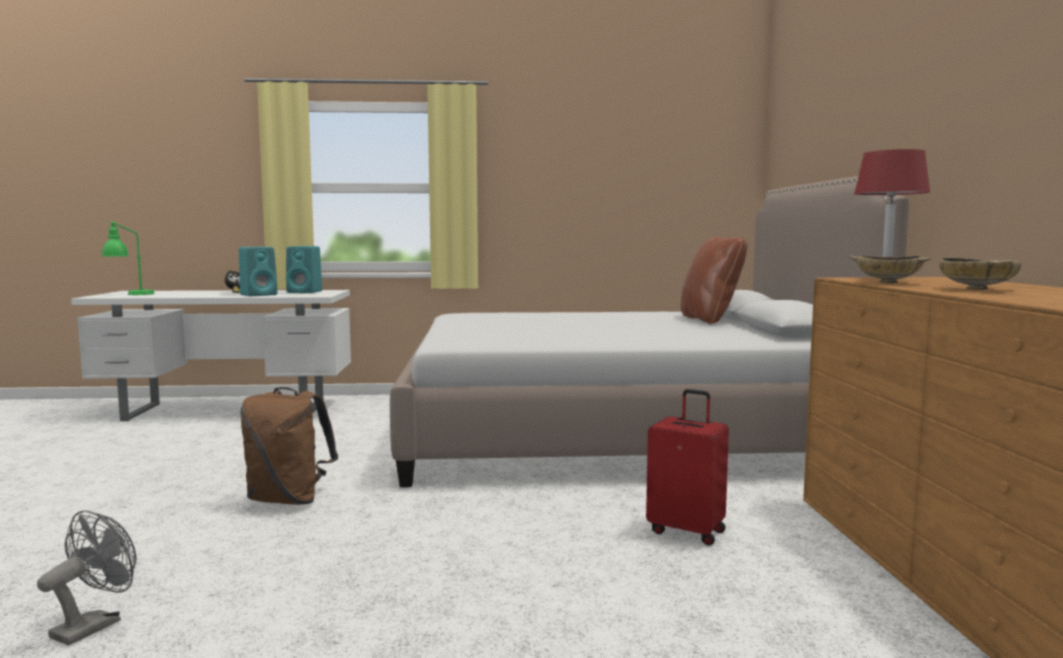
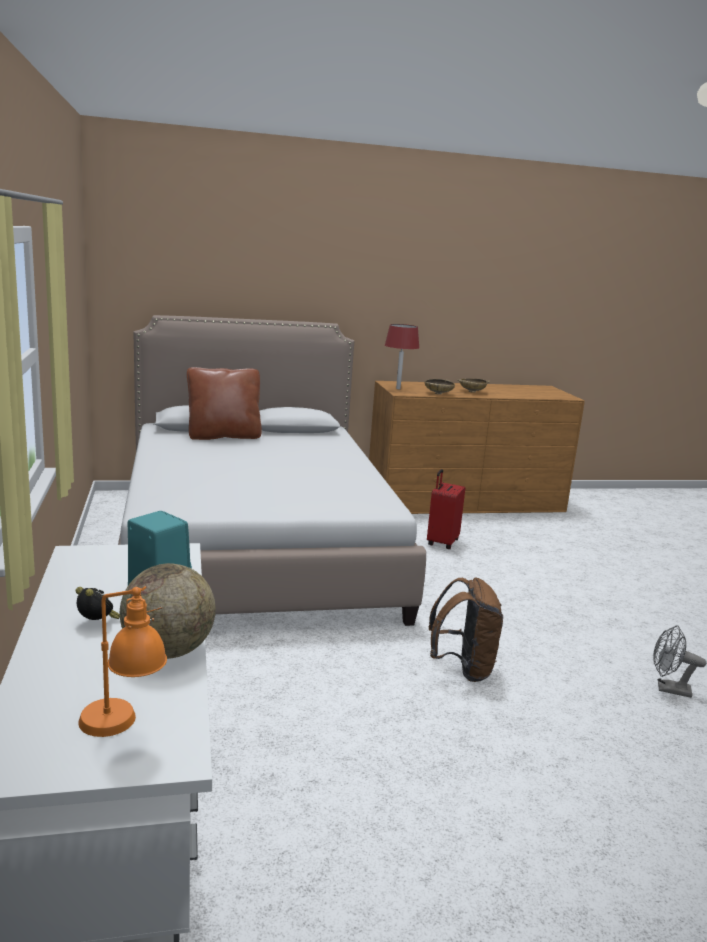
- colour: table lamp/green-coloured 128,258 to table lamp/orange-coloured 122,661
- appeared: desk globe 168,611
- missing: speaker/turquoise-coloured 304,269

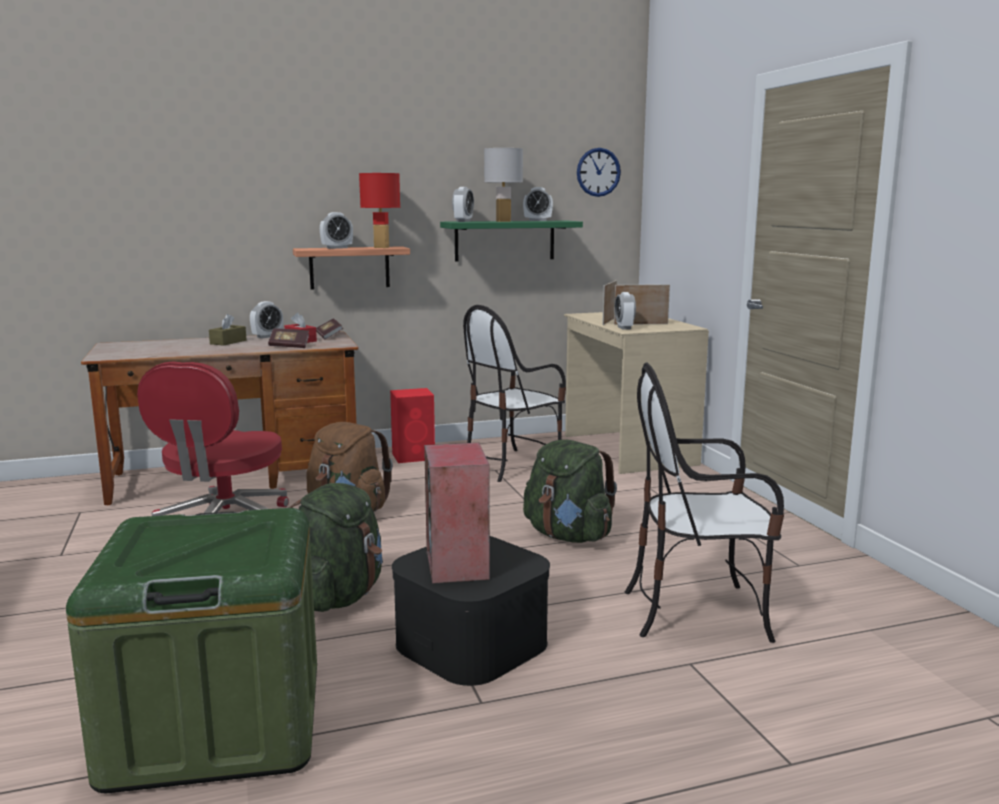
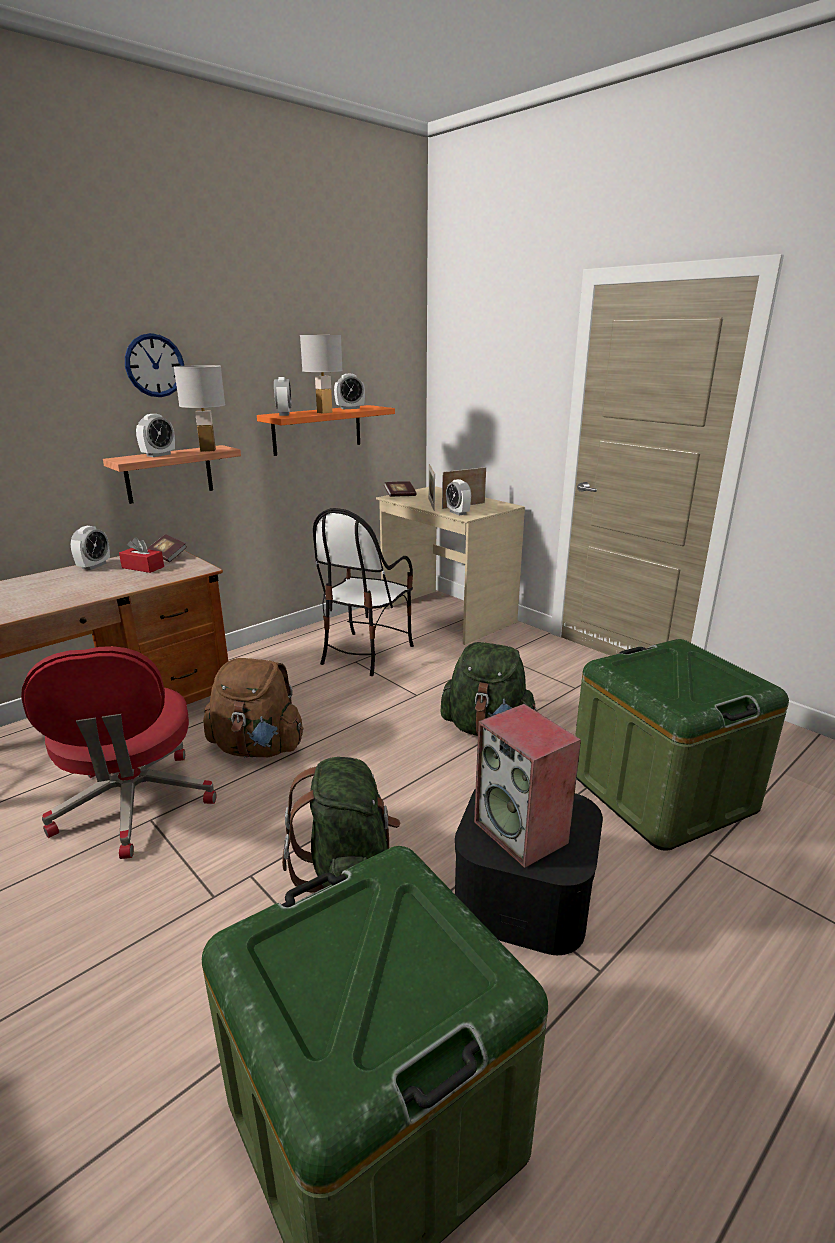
- relocated: hanging clock 599,172 to 154,365
- colour: table lamp/red-coloured 379,210 to table lamp/white-coloured 199,408
- colour: bracket shelf/green-coloured 511,241 to bracket shelf/orange-coloured 326,430
- relocated: book 288,338 to 400,489
- exchanged: plain chair 704,502 to storage container/green-coloured 682,745
- missing: tissue holder/brownish 227,330
- missing: speaker/red-coloured 412,425

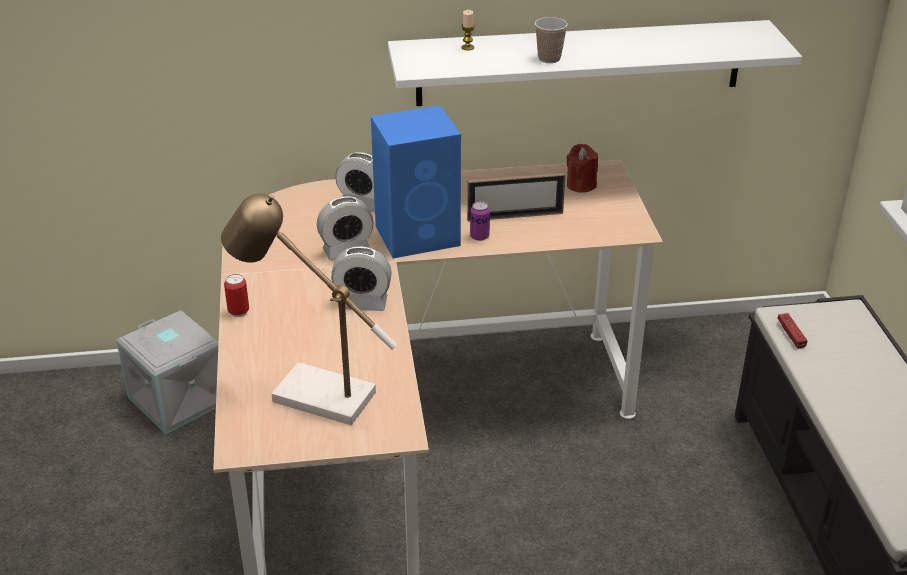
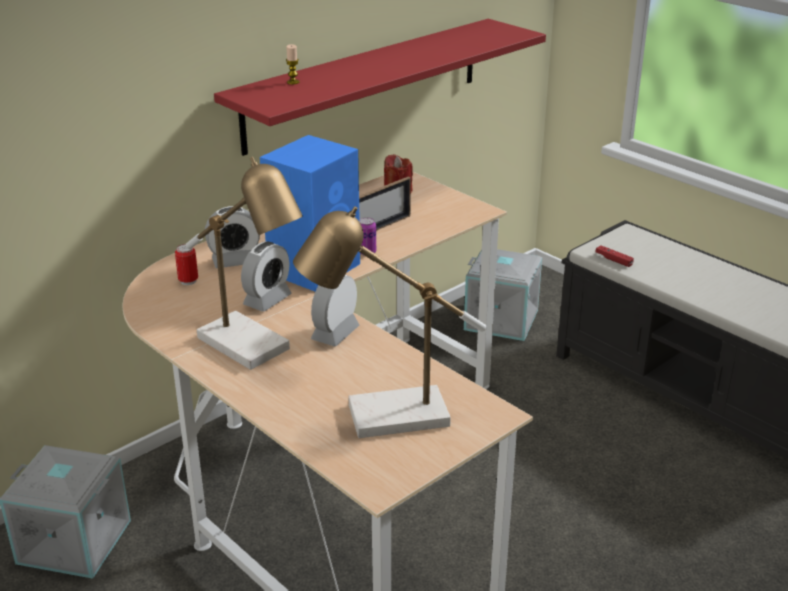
- relocated: sealed can 236,295 to 186,264
- appeared: table lamp 244,263
- colour: bracket shelf/white-coloured 595,63 to bracket shelf/red-coloured 380,87
- spun: bedside clock 361,278 = 335,310 150 degrees clockwise
- appeared: storage container/greyish 503,295
- missing: small cup 551,40

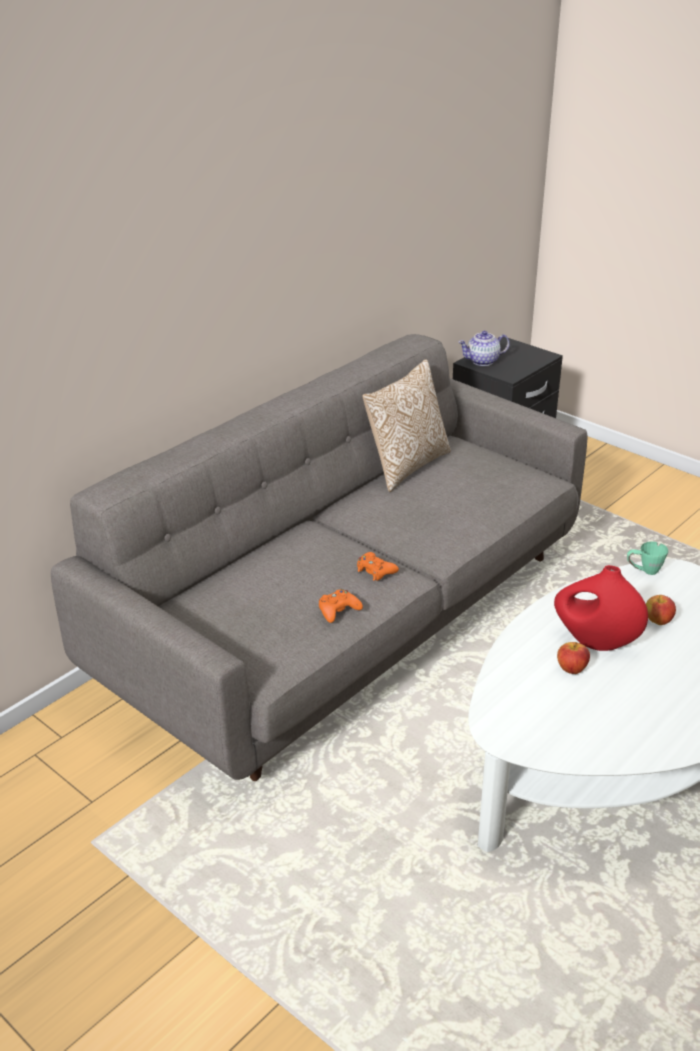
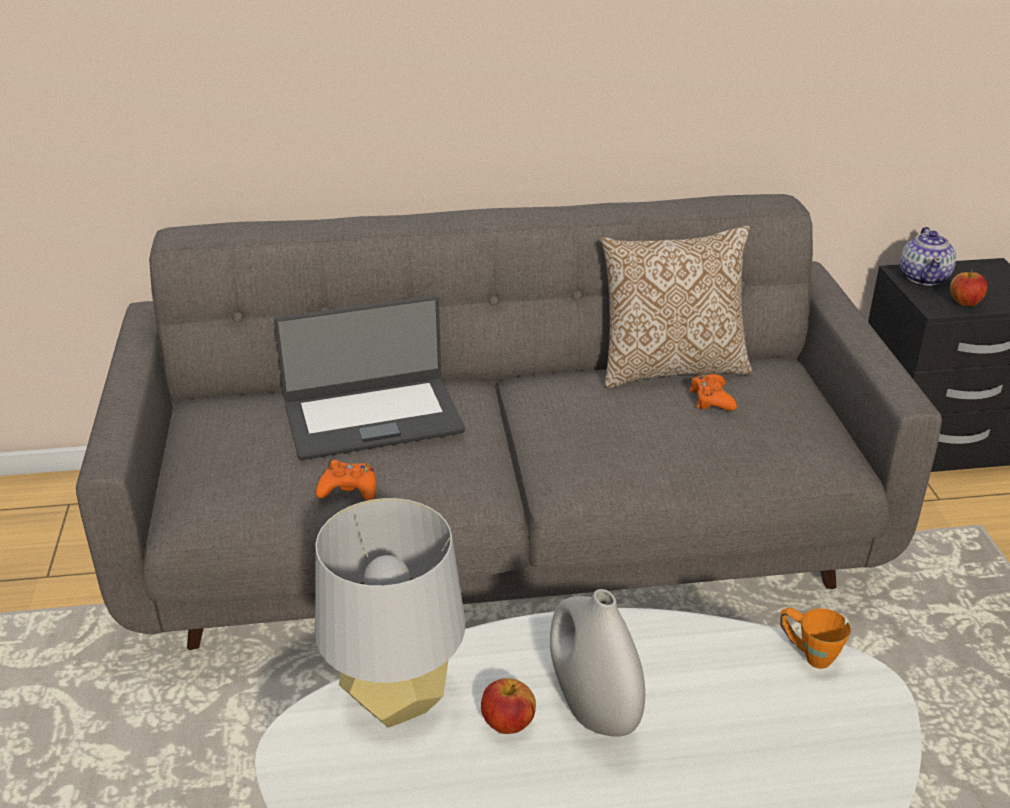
- appeared: portable computer 369,377
- appeared: table lamp/greyish 390,612
- colour: flower vase/red-coloured 601,608 to flower vase/white-coloured 597,663
- relocated: gamepad/orange-coloured 378,566 to 713,392
- colour: tea mug/green-coloured 647,558 to tea mug/orange-coloured 815,638
- spun: tea pot 484,348 = 928,256 105 degrees counterclockwise
- relocated: apple 661,610 to 968,288

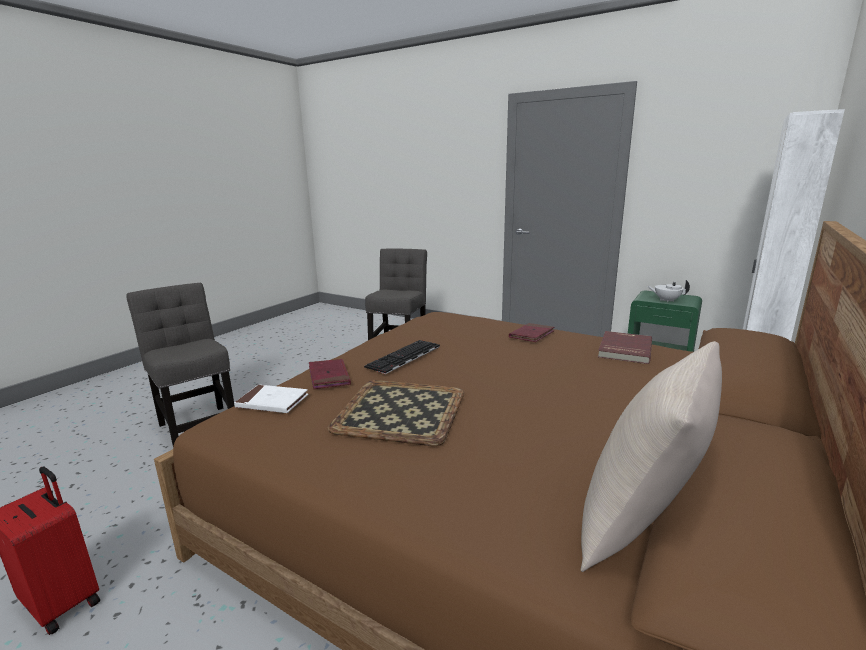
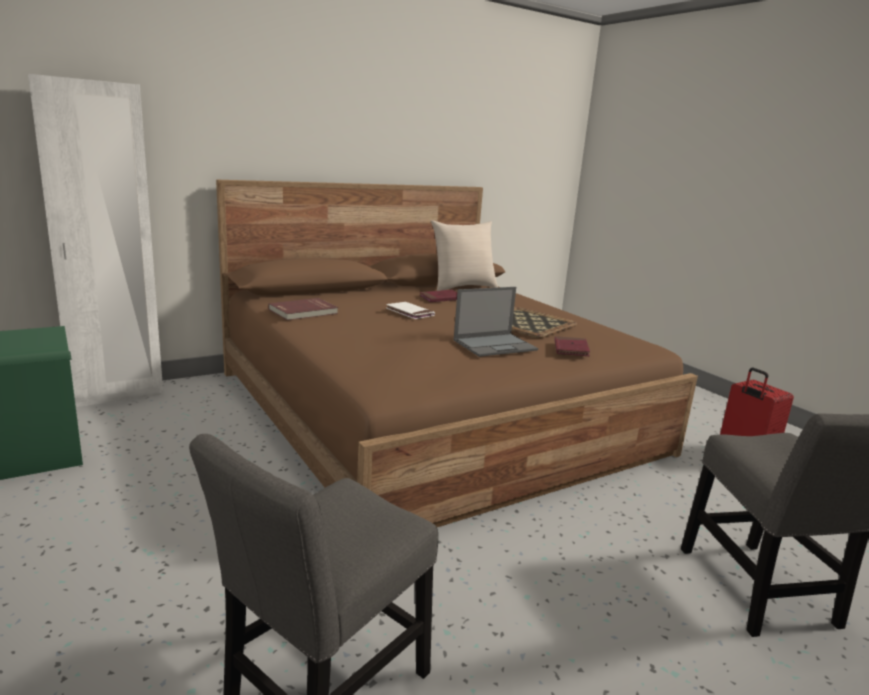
- relocated: book/white-coloured 271,399 to 410,310
- relocated: book/red-coloured 531,332 to 438,296
- exchanged: PC keyboard 402,357 to portable computer 495,322
- missing: tea pot/white-coloured 668,291

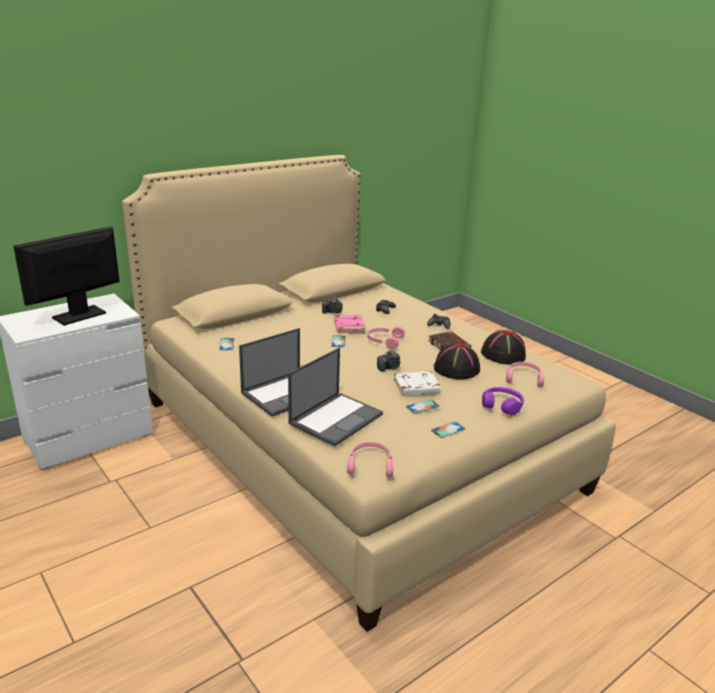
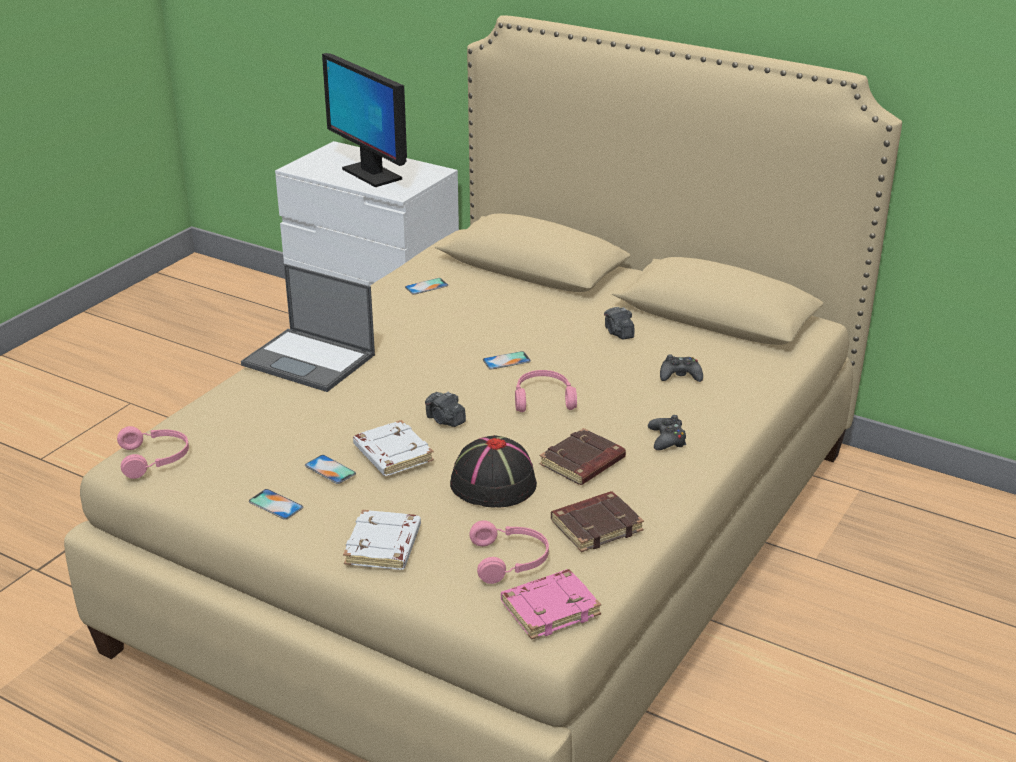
- spun: monitor 66,276 = 364,120 150 degrees counterclockwise
- exchanged: pair of headphones/purplish 503,401 to book/white-coloured 382,540
- relocated: book/pink-coloured 349,324 to 551,604
- exchanged: clothing hat/blackish 503,347 to book/brownish 597,521
- missing: portable computer 335,397

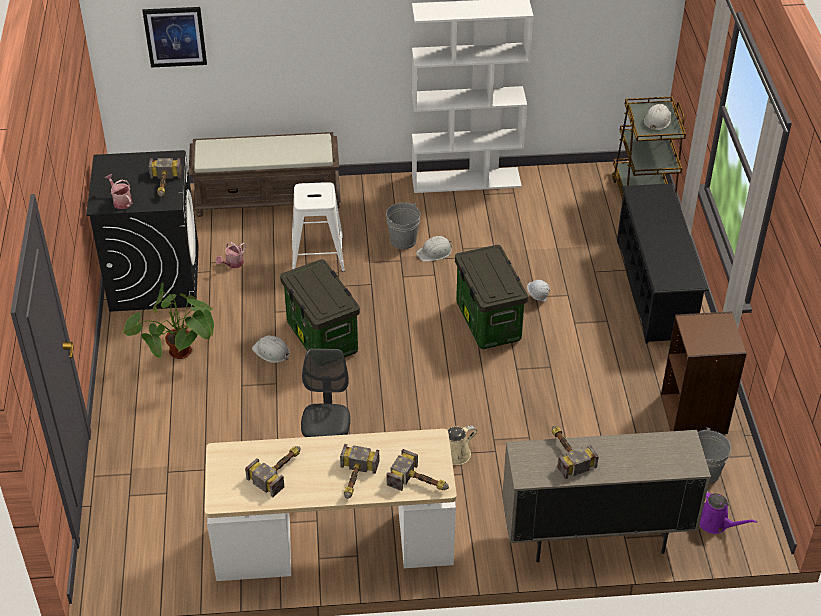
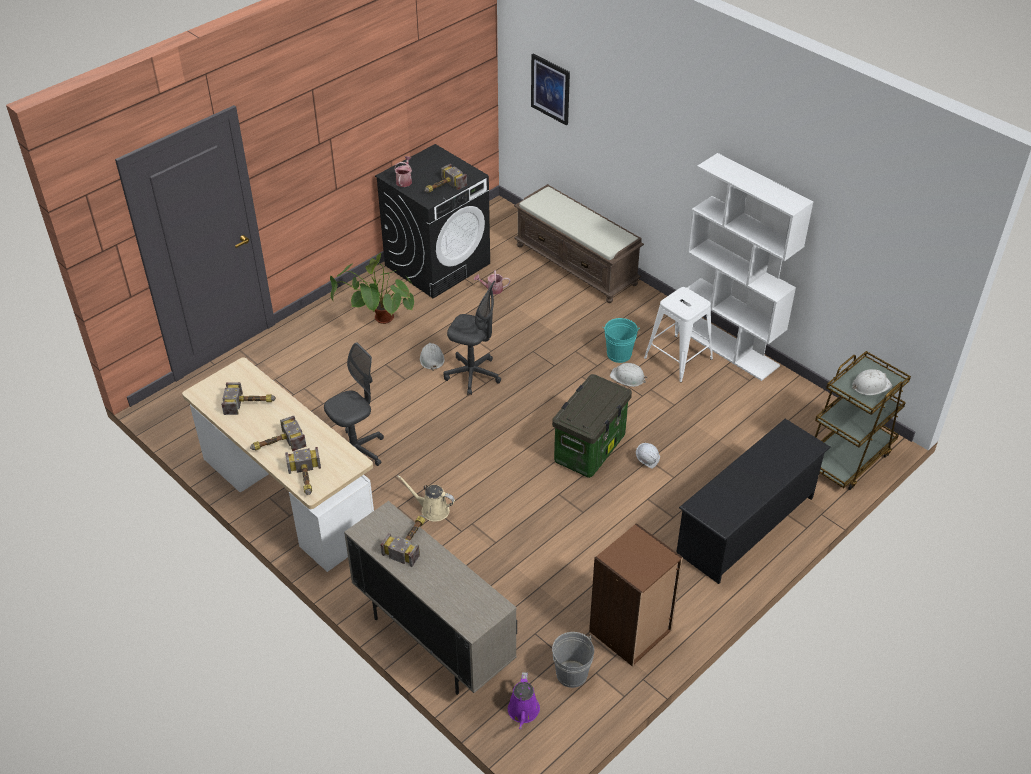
- exchanged: storage container 320,308 to office chair/greyish 472,338
- colour: pail/greyish 403,225 to pail/turquoise-coloured 621,340
- relocated: stool seat/white-coloured 318,226 to 678,334

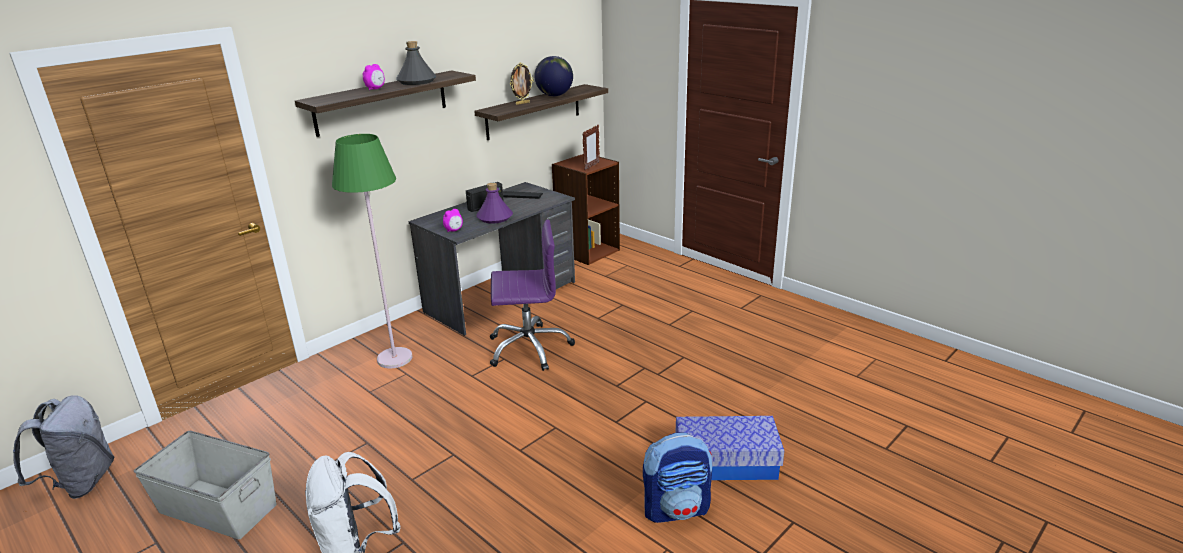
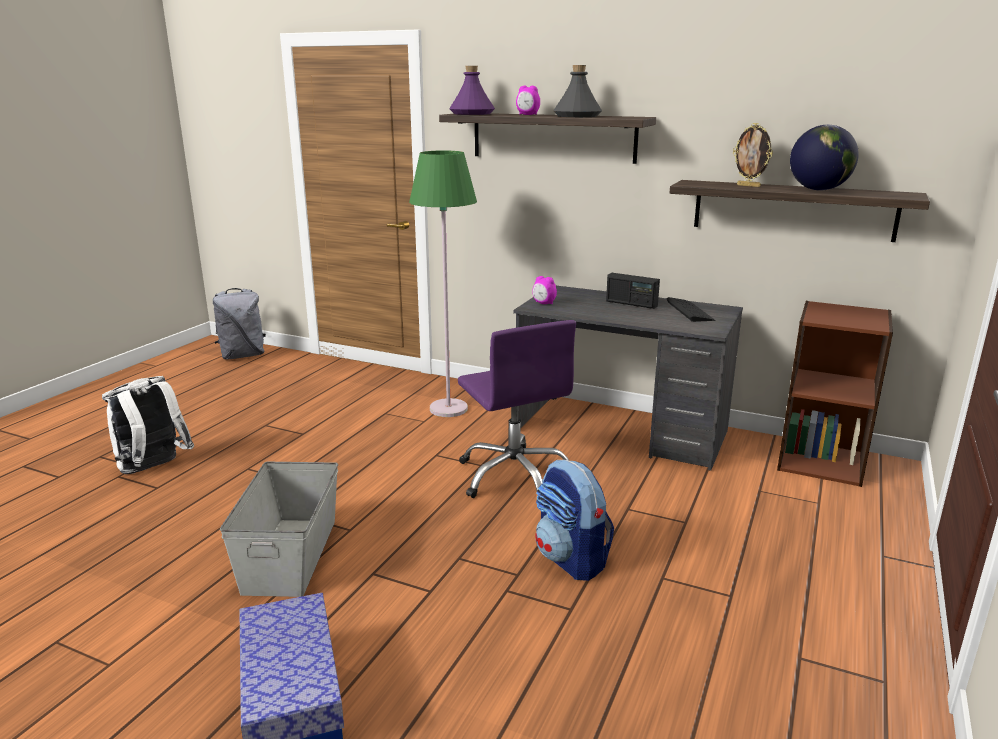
- relocated: storage container/greyish 205,485 to 279,529
- relocated: drink bottle/purplish 494,203 to 472,90
- relocated: rucksack 677,478 to 574,520
- missing: picture frame 591,148

